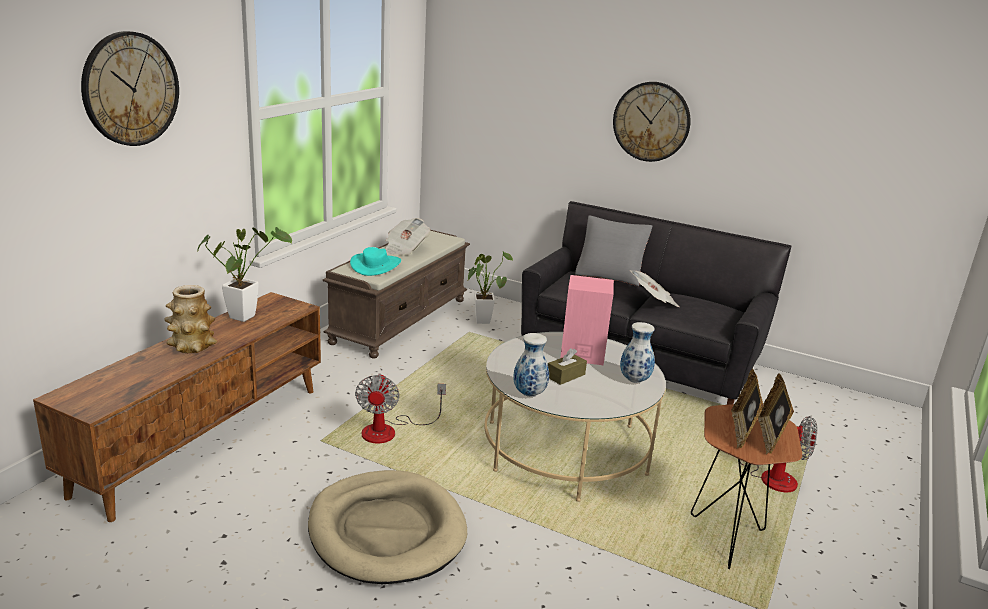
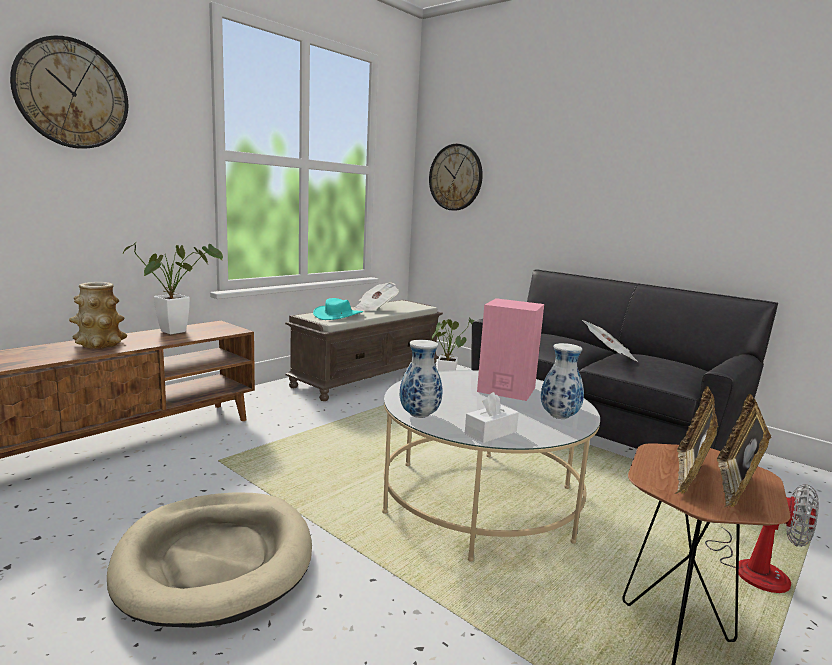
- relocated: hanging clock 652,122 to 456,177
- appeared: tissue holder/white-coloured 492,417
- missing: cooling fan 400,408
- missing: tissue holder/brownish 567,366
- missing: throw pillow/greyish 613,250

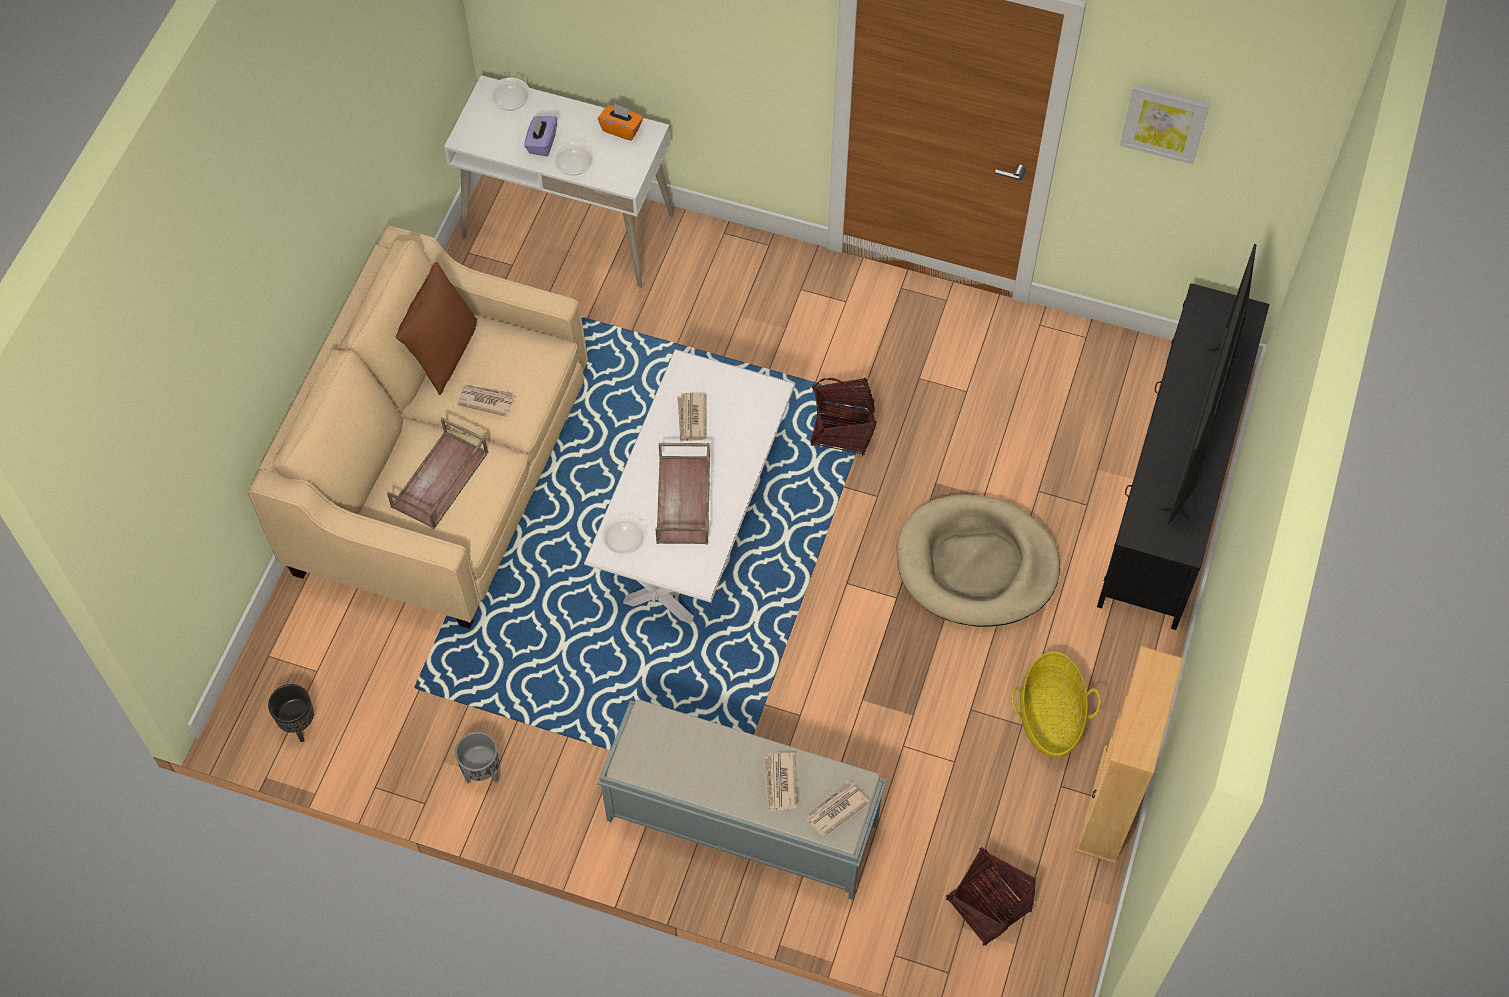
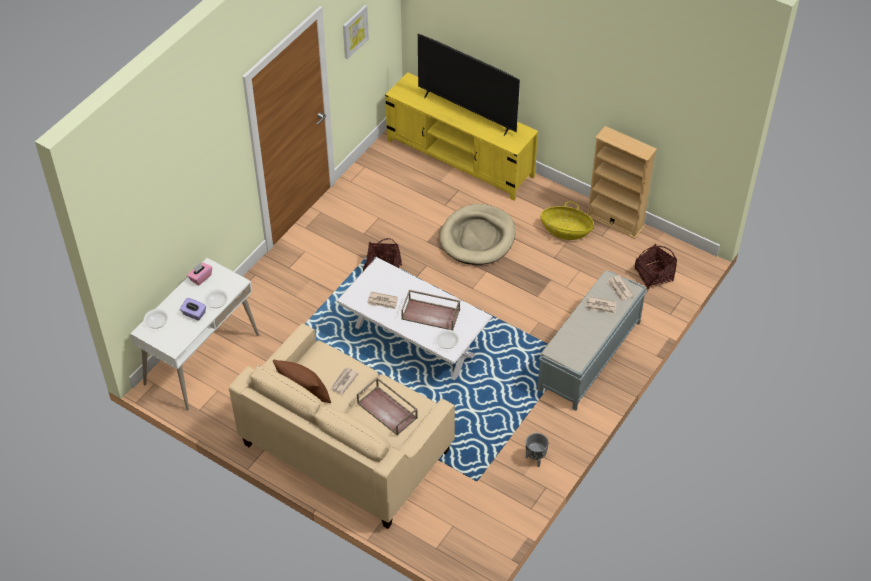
- colour: tissue holder/orange-coloured 620,122 to tissue holder/pink-coloured 199,274
- colour: media console/blackish 1183,456 to media console/yellowish 461,136
- missing: flower pot/blackish 291,713

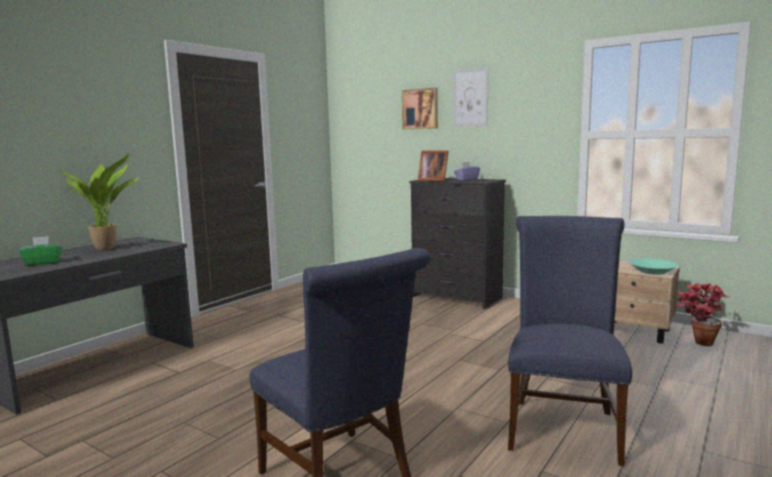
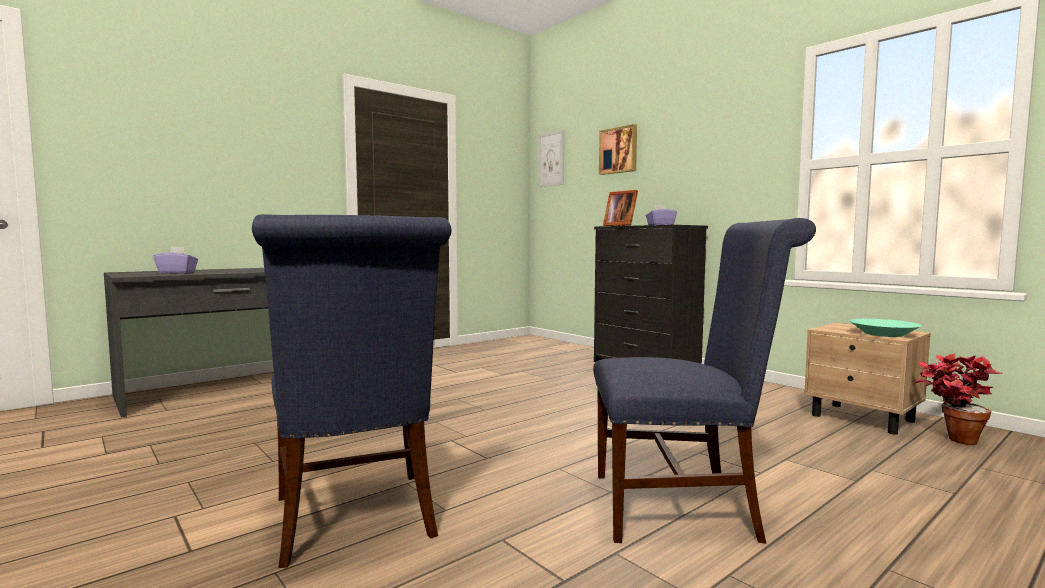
- colour: tissue holder/green-coloured 40,250 to tissue holder/purplish 175,259
- relocated: wall art 470,97 to 551,158
- spun: plain chair/bluish 570,341 = 704,381 60 degrees clockwise
- missing: plant in a pot 99,201

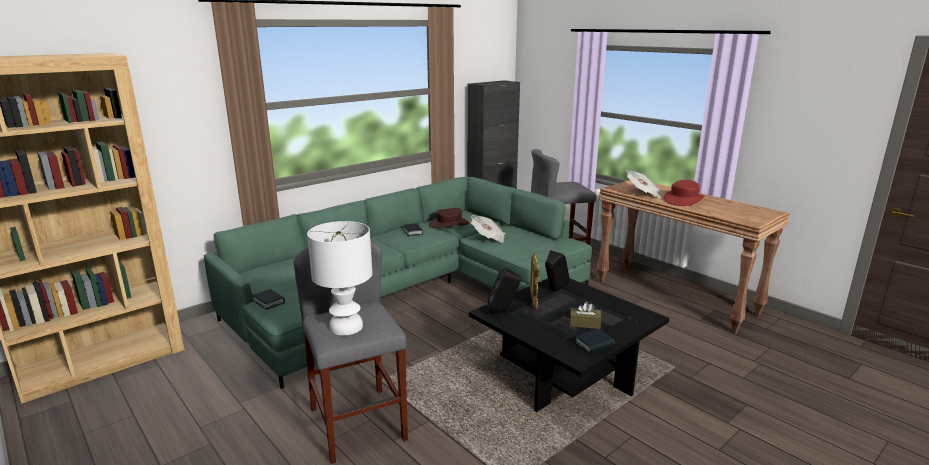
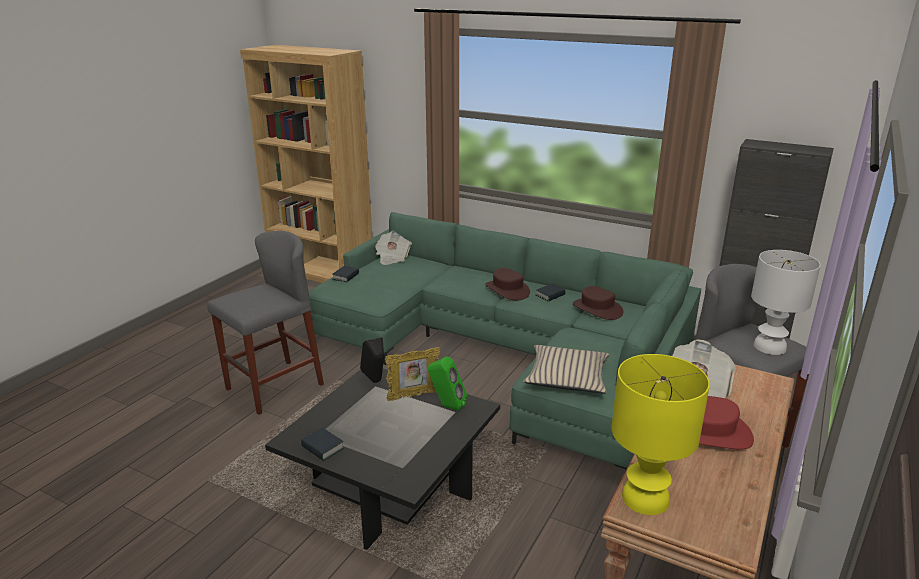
- relocated: newspaper 488,229 to 393,248
- colour: speaker/blackish 557,270 to speaker/green-coloured 447,383
- appeared: clothing hat/brownish 507,284
- appeared: throw pillow/beige-coloured 566,369
- appeared: table lamp/yellowish 661,434
- relocated: table lamp/white-coloured 339,278 to 786,302
- missing: tissue holder/brownish 585,315

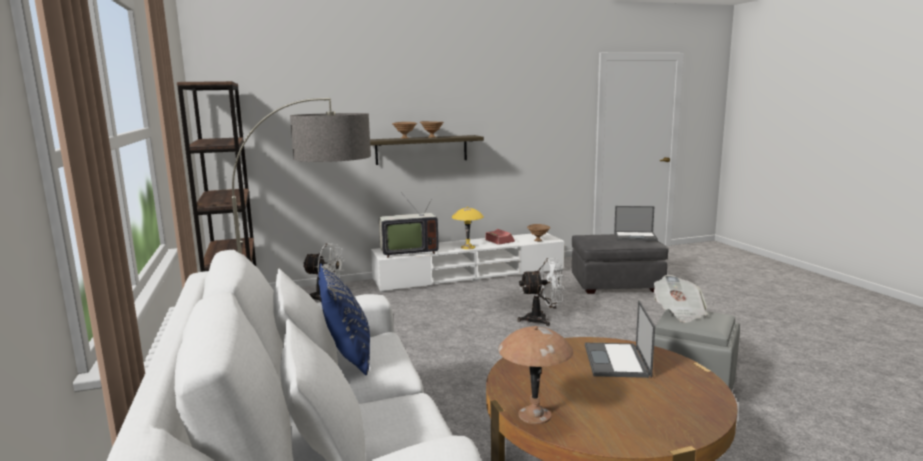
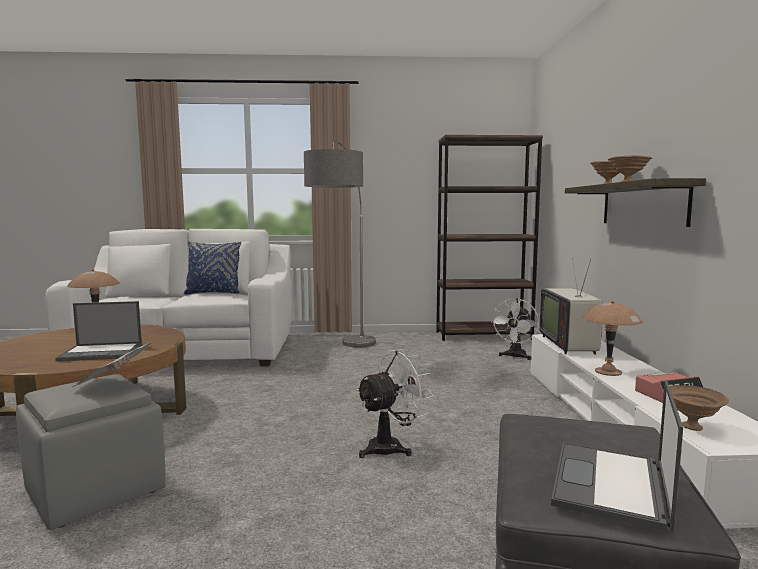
- spun: portable computer 620,339 = 98,331 150 degrees clockwise
- spun: cooling fan/white-coloured 540,292 = 395,403 135 degrees counterclockwise
- colour: table lamp/yellowish 468,227 to table lamp/brownish 612,338

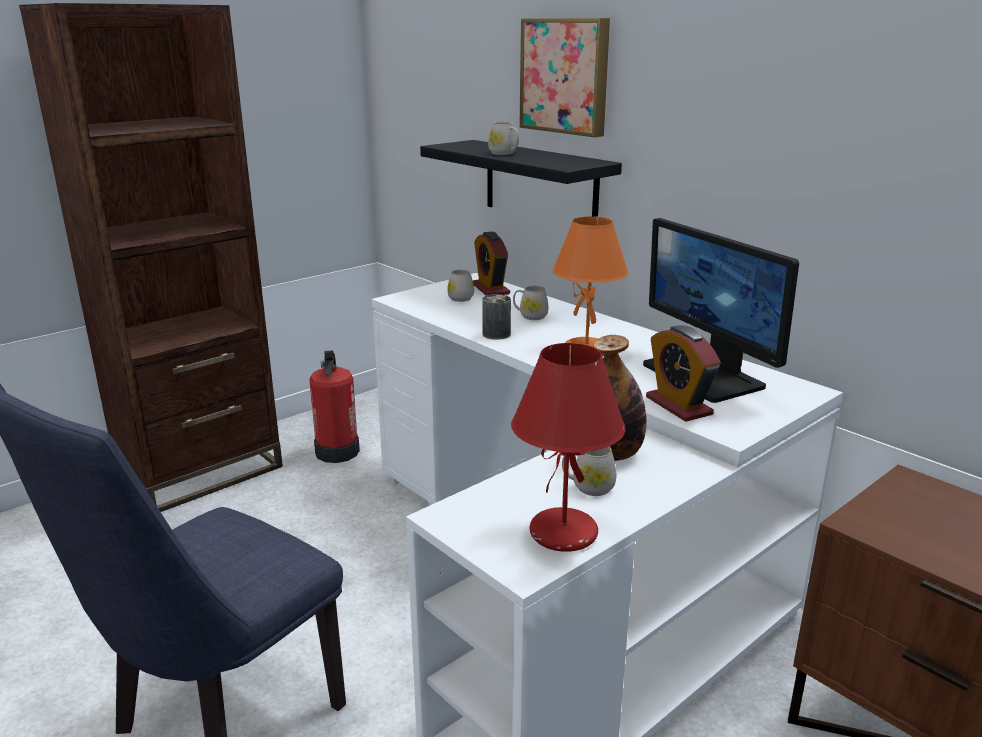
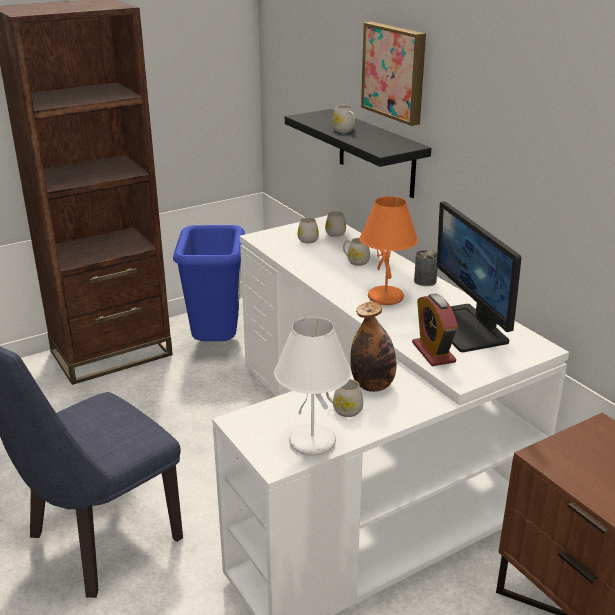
- exchanged: extinguisher 334,407 to waste bin/bluish 209,283
- colour: table lamp/red-coloured 568,447 to table lamp/white-coloured 313,386
- exchanged: bedside clock 491,263 to tea mug/white-coloured 335,224
- relocated: sealed can 496,317 to 426,268

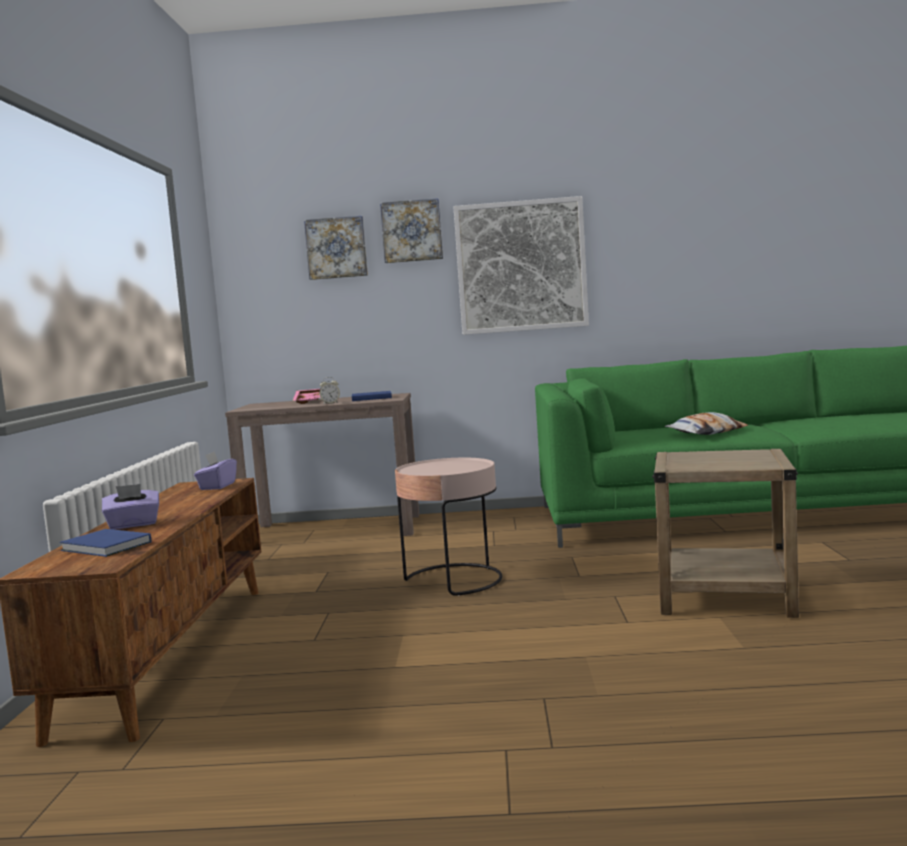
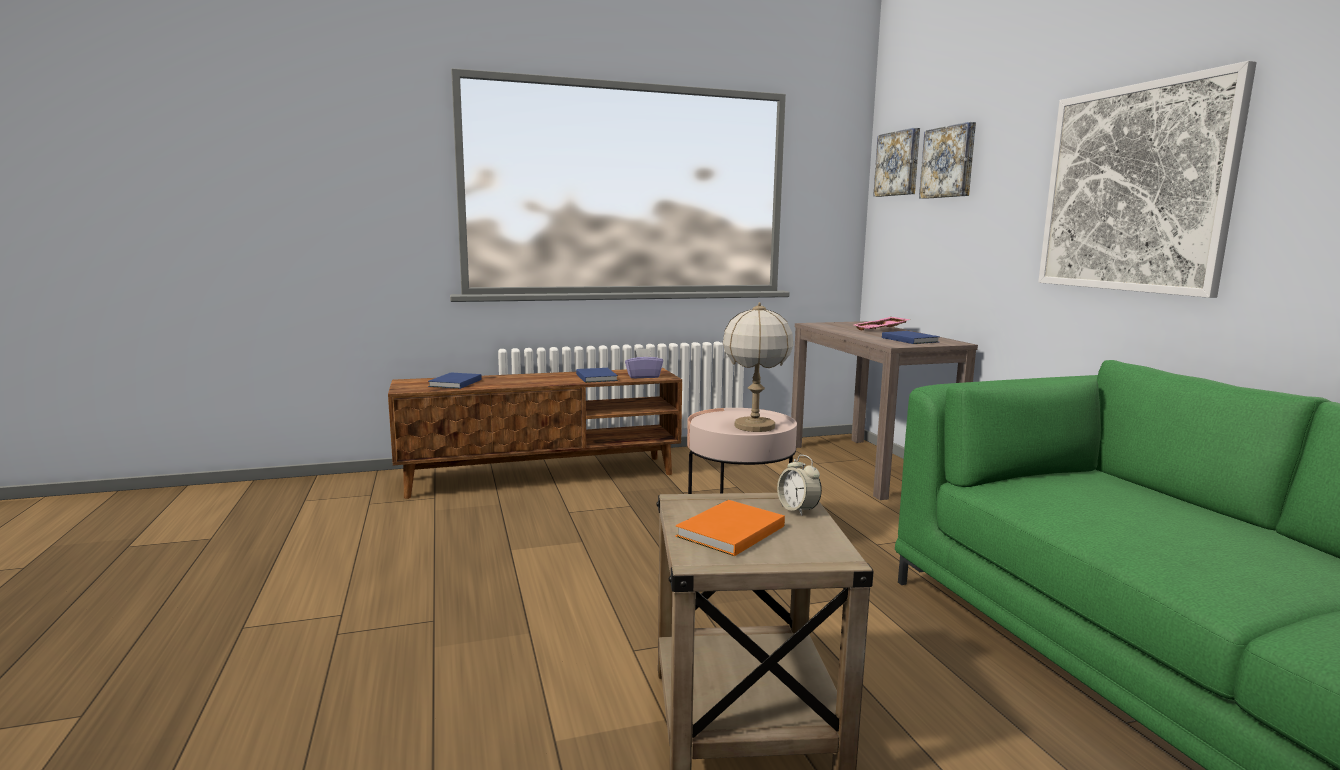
- appeared: book/bluish 597,375
- appeared: book/orange-coloured 730,528
- appeared: table lamp 758,367
- relocated: bedside clock 330,391 to 799,485
- relocated: wall art 411,230 to 896,162
- missing: tissue holder/purplish 130,507
- missing: throw pillow 706,423

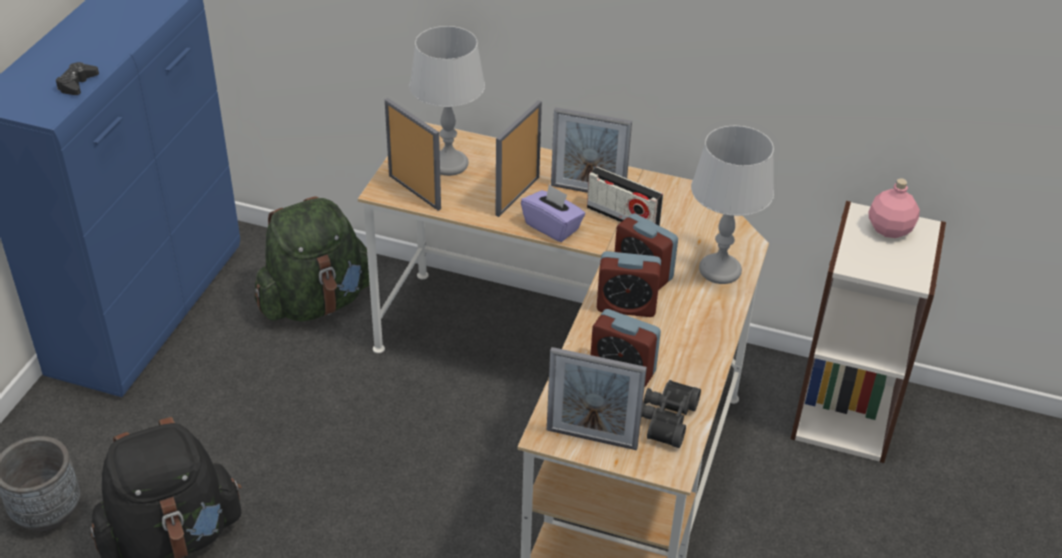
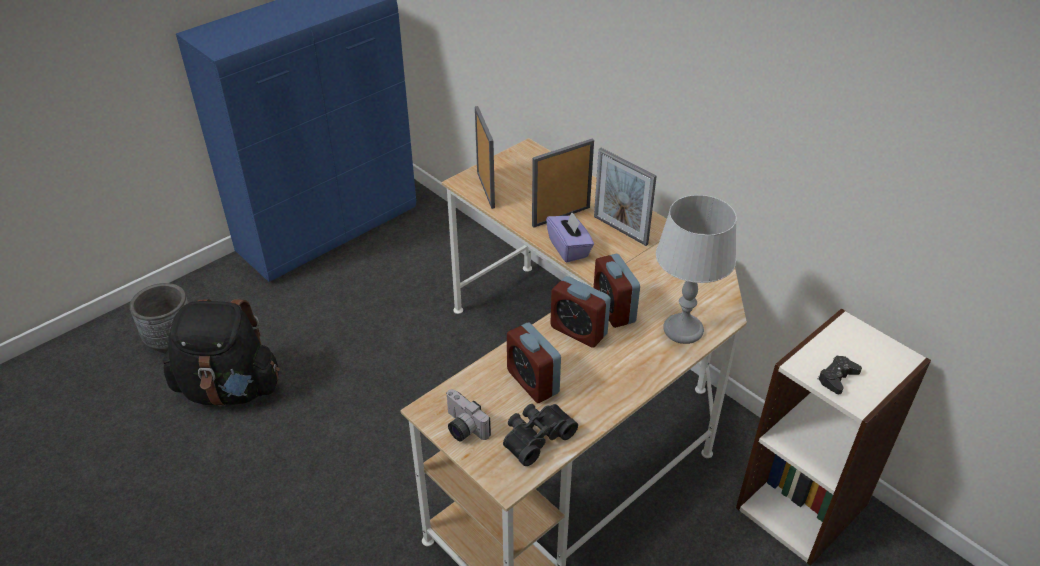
- exchanged: picture frame 597,398 to still camera 469,415
- relocated: gamepad/blackish 77,78 to 840,374
- missing: rucksack/green-coloured 312,259
- missing: table lamp/greyish 447,101
- missing: radio set 625,196
- missing: drink bottle/pink-coloured 894,208

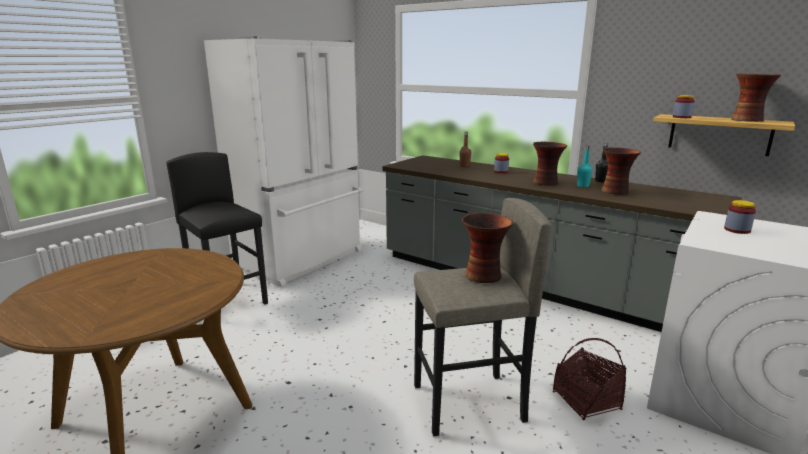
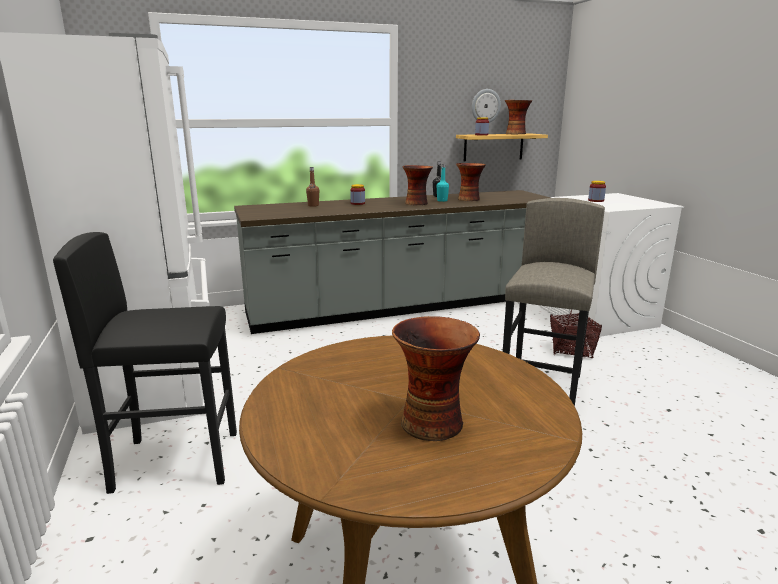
- relocated: flower vase 487,248 to 436,378
- appeared: hanging clock 486,106

